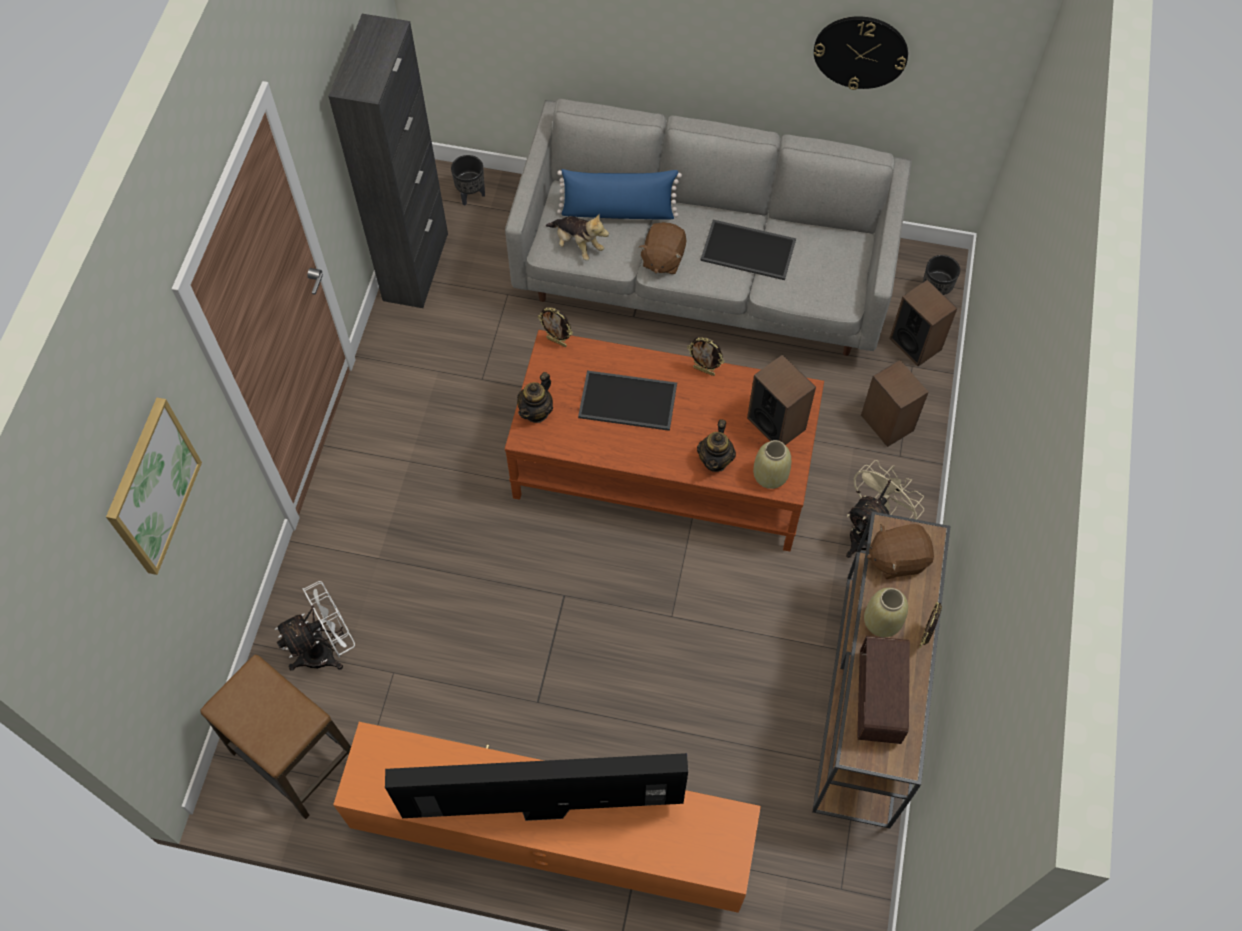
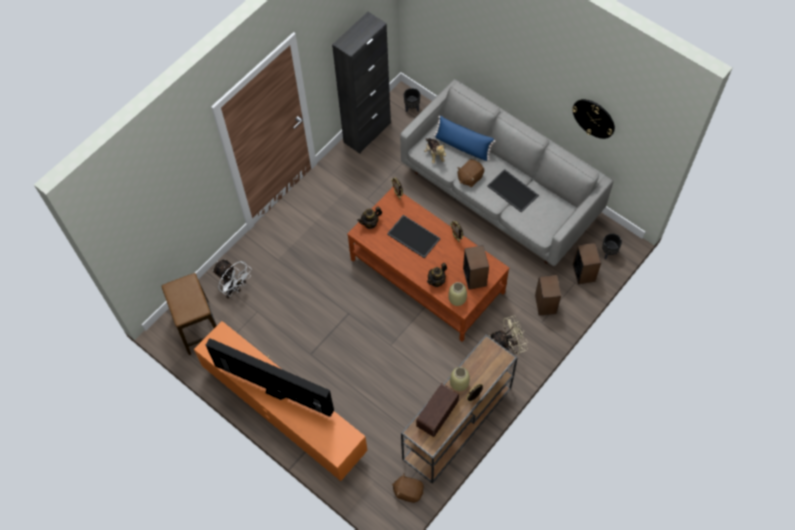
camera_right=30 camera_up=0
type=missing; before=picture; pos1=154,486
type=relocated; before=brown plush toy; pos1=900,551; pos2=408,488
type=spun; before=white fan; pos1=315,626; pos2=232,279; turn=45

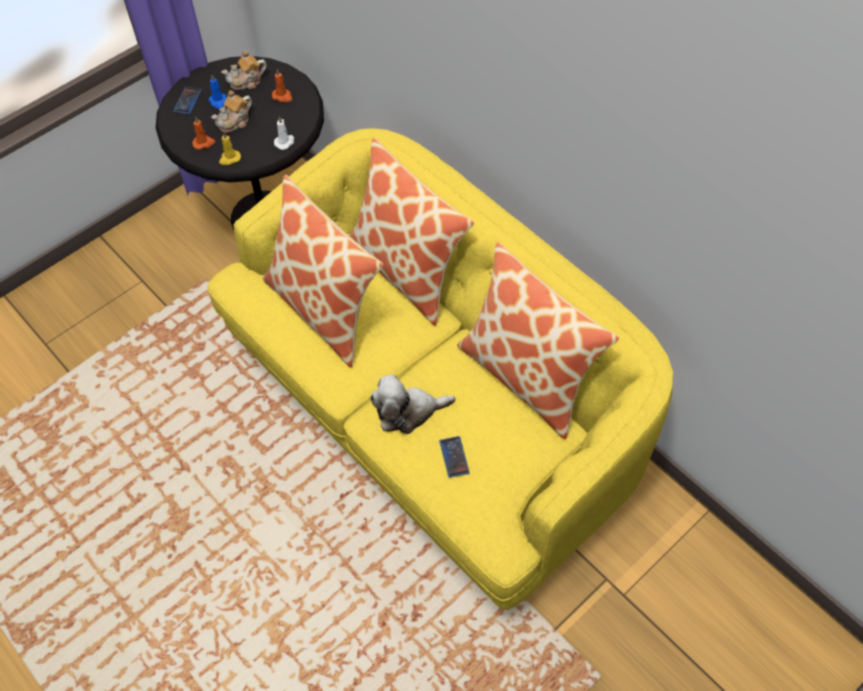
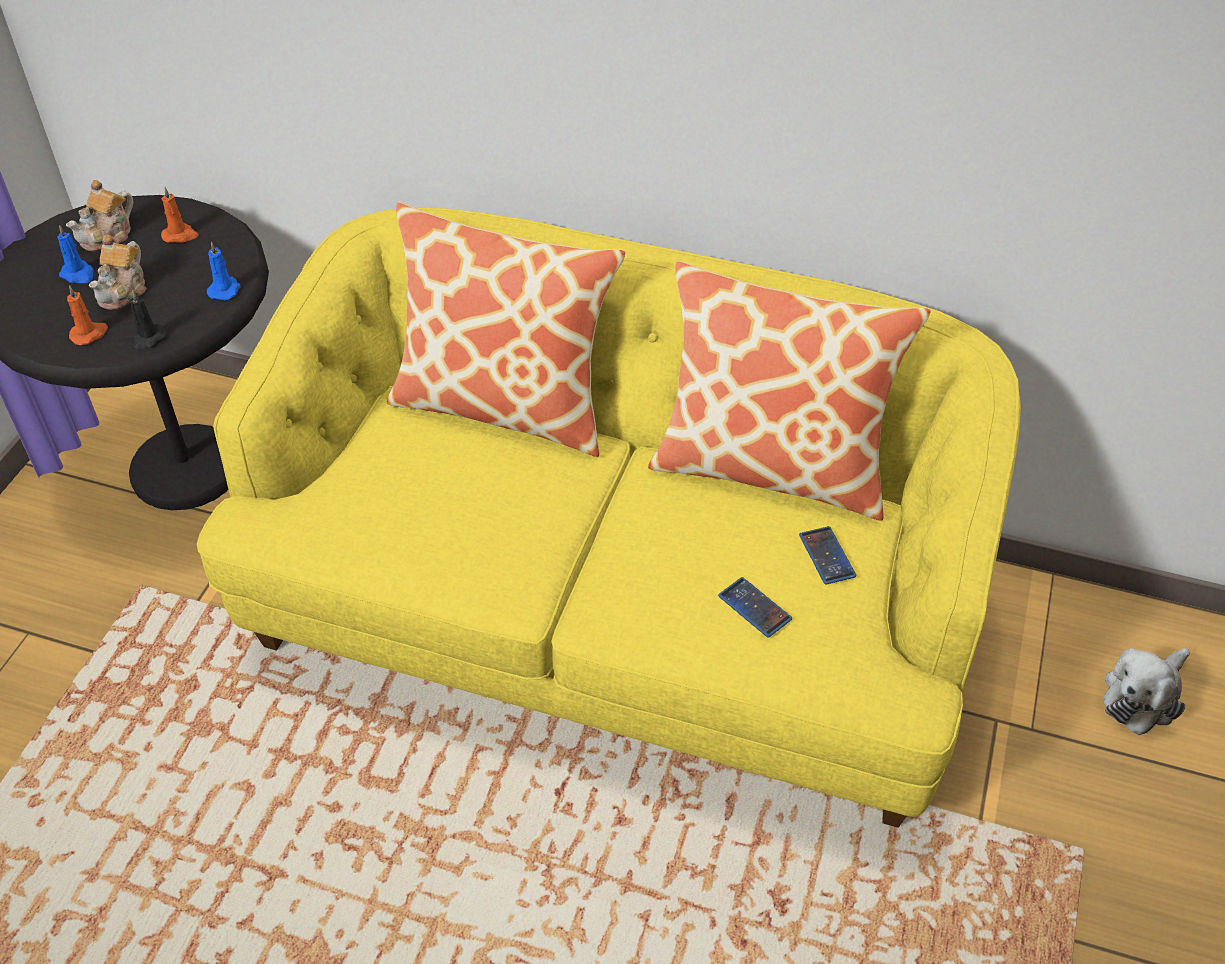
camera_right=-30 camera_up=-10
type=relocated; before=phone; pos1=187,100; pos2=827,555
type=colour; before=white candle; after=blue candle; pos1=284,133; pos2=224,270
type=colour; before=yellow candle; after=black candle; pos1=230,149; pos2=148,320
type=missing; before=pillow; pos1=323,271
type=relocated; before=plush toy; pos1=413,404; pos2=1146,691

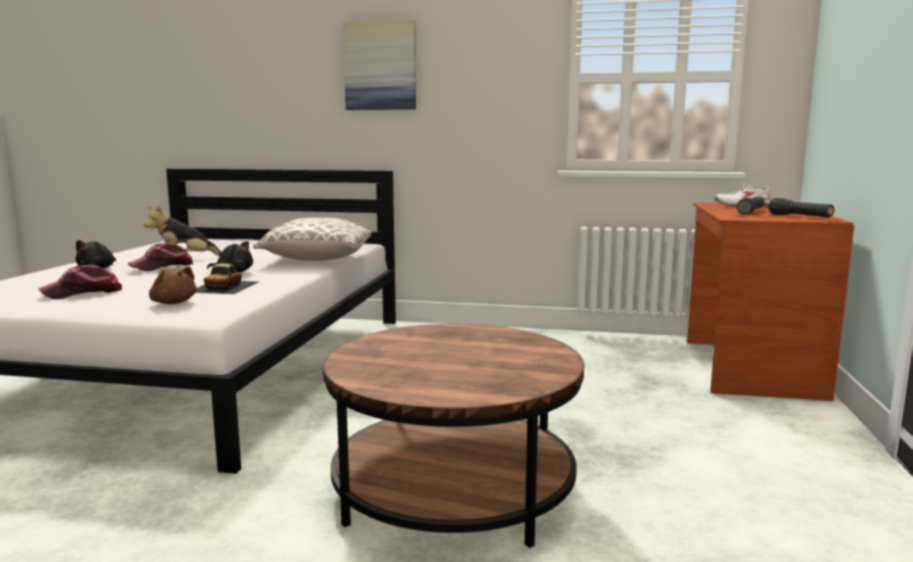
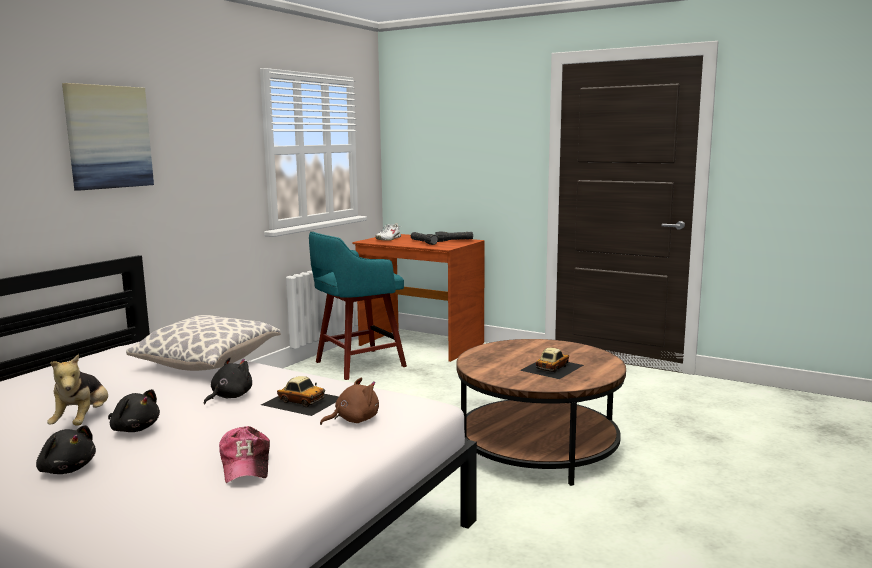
camera_right=-70 camera_up=0
type=exchanged; before=cap; after=black plush toy; pos1=161,256; pos2=134,410
type=appeared; after=turquoise stool; pos2=358,305
type=appeared; after=toy car; pos2=552,363

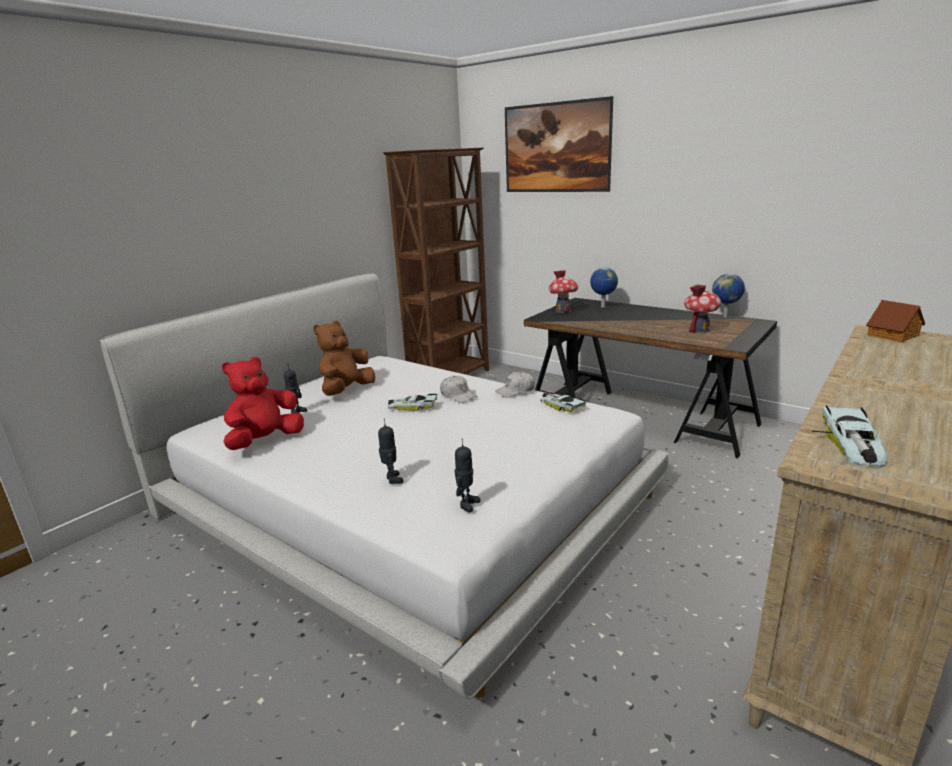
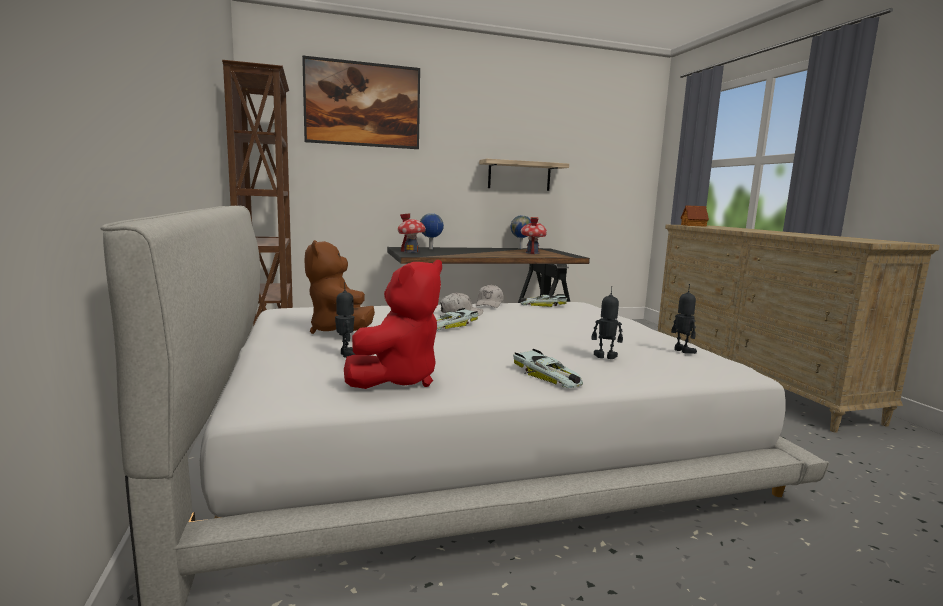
camera_right=-55 camera_up=-10
type=spun; before=red plush toy; pos1=263,403; pos2=393,324; turn=-135
type=relocated; before=toy car; pos1=850,436; pos2=548,368
type=appeared; after=shelf; pos2=524,175

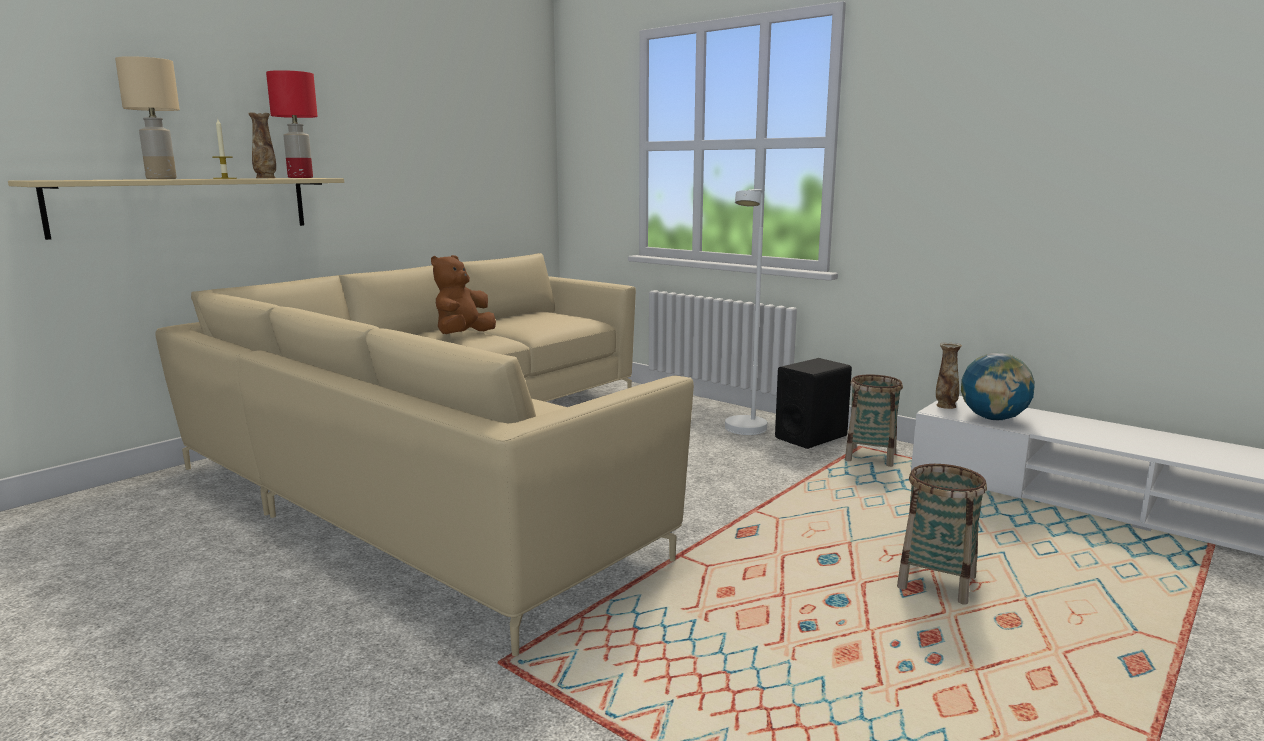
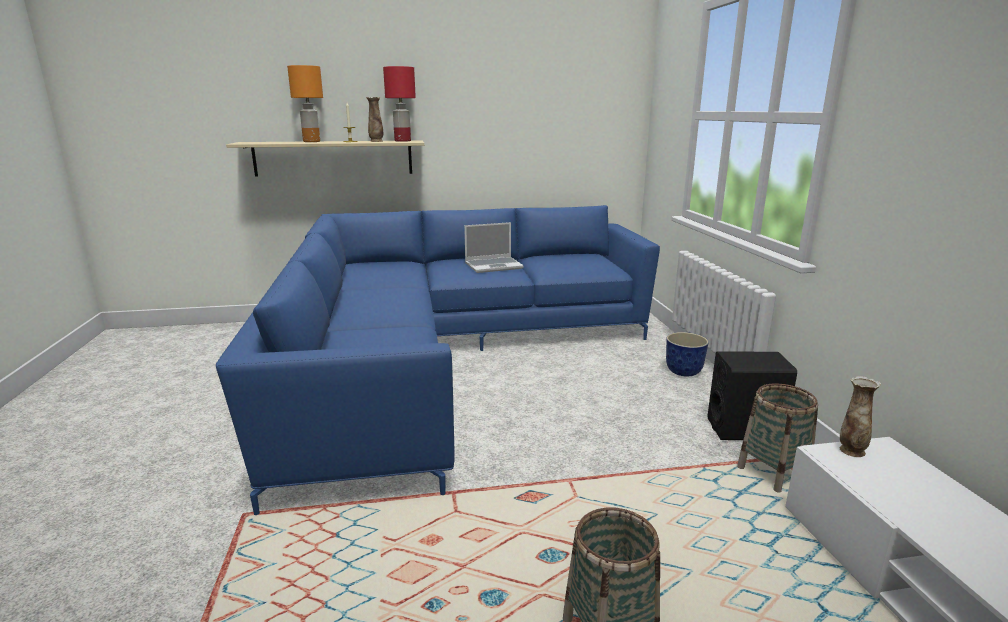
camera_right=40 camera_up=5
type=colour; before=beige table lamp; after=orange table lamp; pos1=147,117; pos2=305,103
type=missing; before=white floor lamp; pos1=746,312
type=colour; before=beige sofa; after=blue sofa; pos1=424,454; pos2=438,360
type=exchanged; before=brown plush toy; after=laptop; pos1=463,294; pos2=494,247
type=missing; before=globe; pos1=998,386
type=appeared; after=planter; pos2=687,354

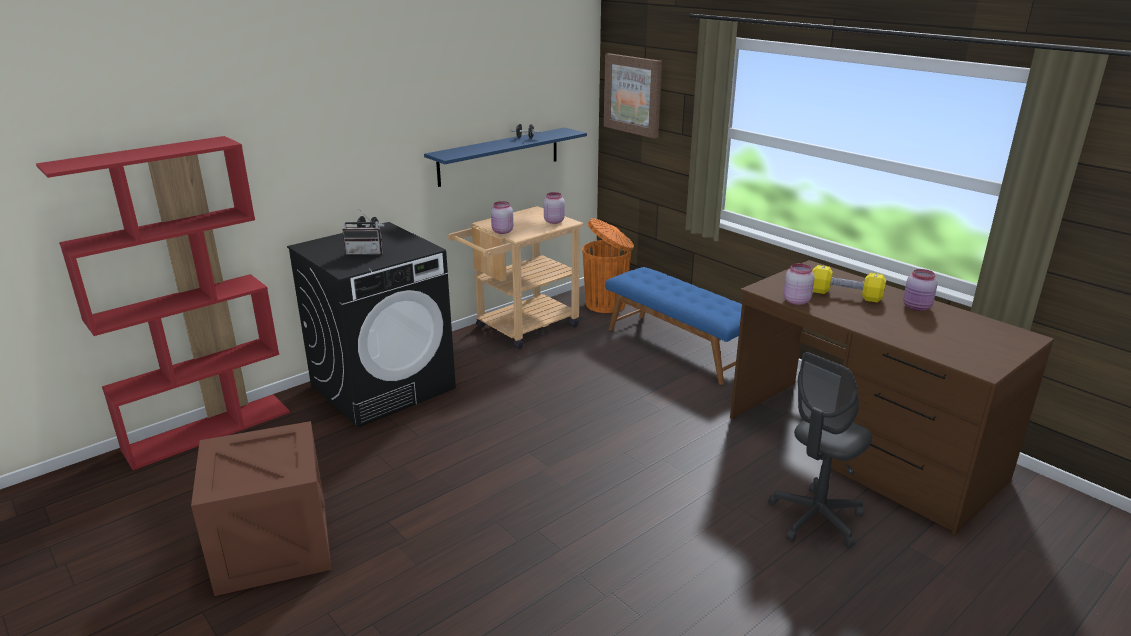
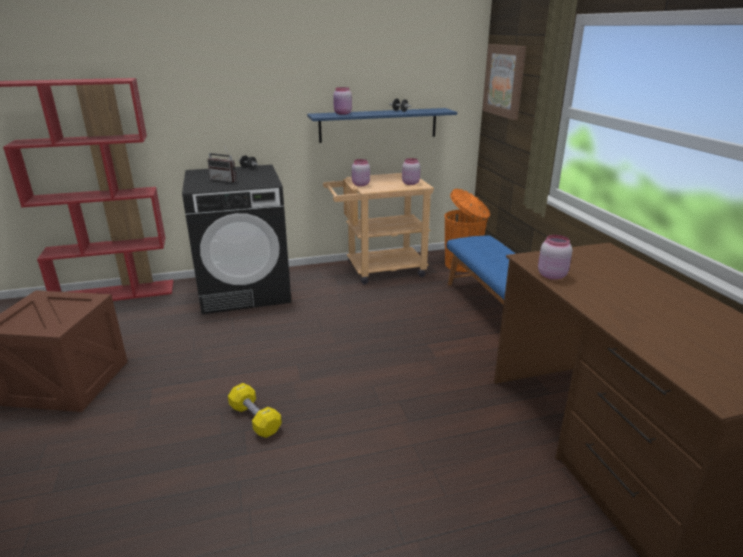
camera_right=25 camera_up=0
type=relocated; before=yellow dumbbell; pos1=849,284; pos2=255,410
type=relocated; before=pink jar; pos1=920,290; pos2=342,101
type=missing; before=grey office chair; pos1=820,450

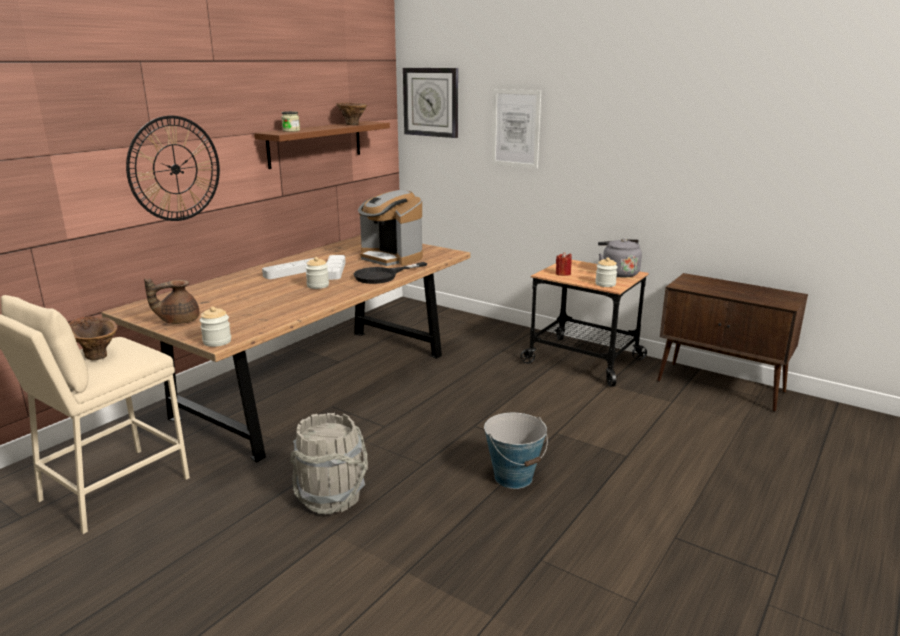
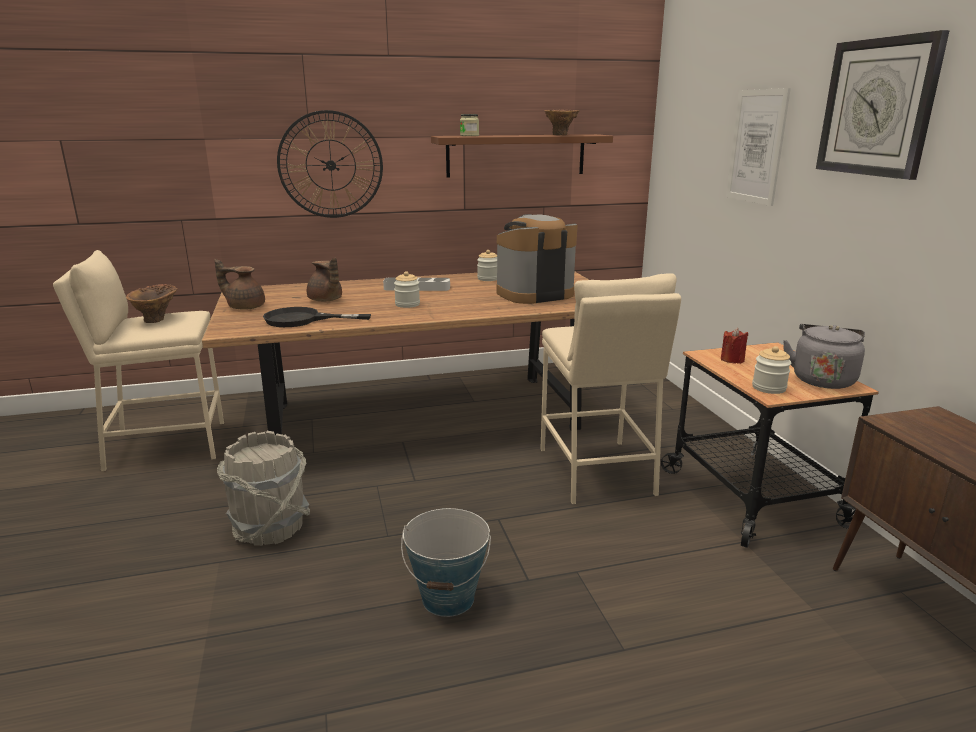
camera_right=40 camera_up=0
type=relocated; before=wall clock; pos1=430,103; pos2=883,105
type=spun; before=coffee machine; pos1=390,228; pos2=536,259; turn=75
type=missing; before=grey tray; pos1=336,267
type=relocated; before=black frying pan; pos1=390,273; pos2=317,317
type=relocated; before=jar; pos1=215,327; pos2=487,265
type=appeared; after=brown teapot; pos2=324,280
type=appeared; after=beige stool; pos2=610,388

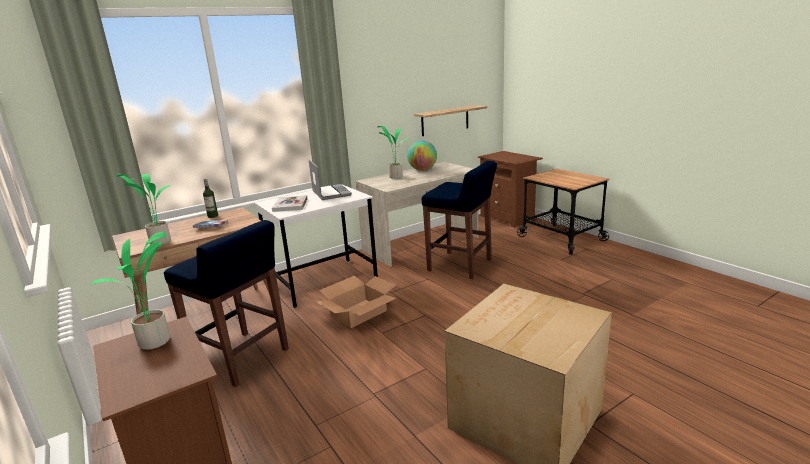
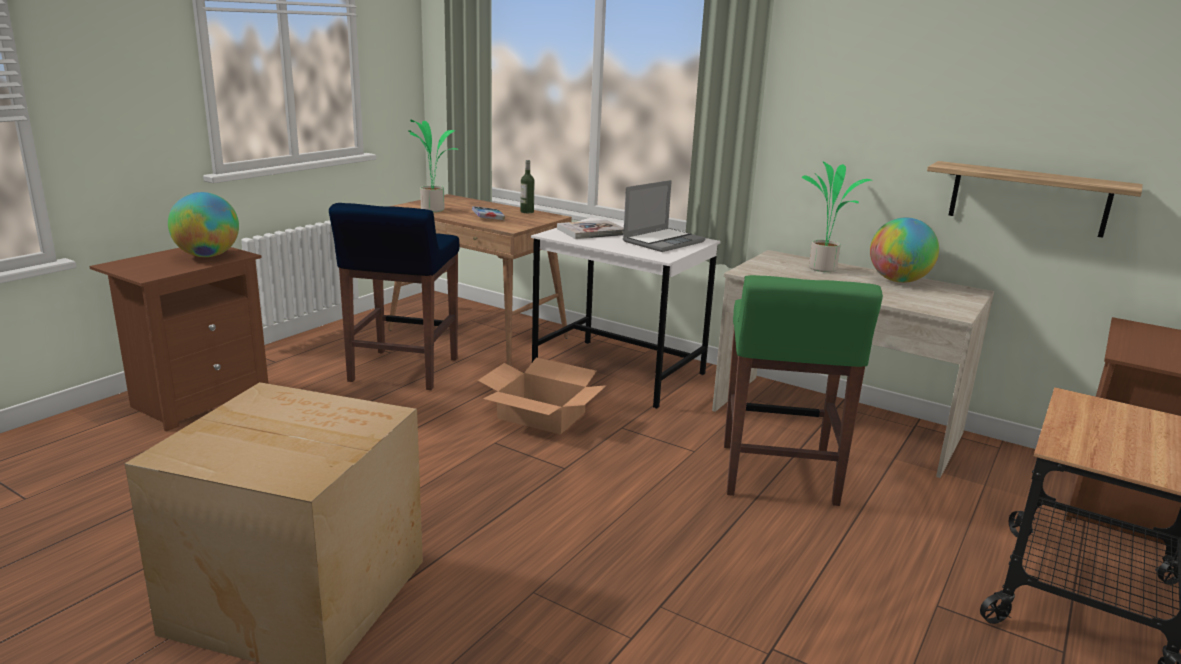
camera_right=65 camera_up=0
type=colour; before=blue stool; after=green stool; pos1=459,220; pos2=803,390
type=exchanged; before=potted plant; after=globe; pos1=130,291; pos2=203,224

